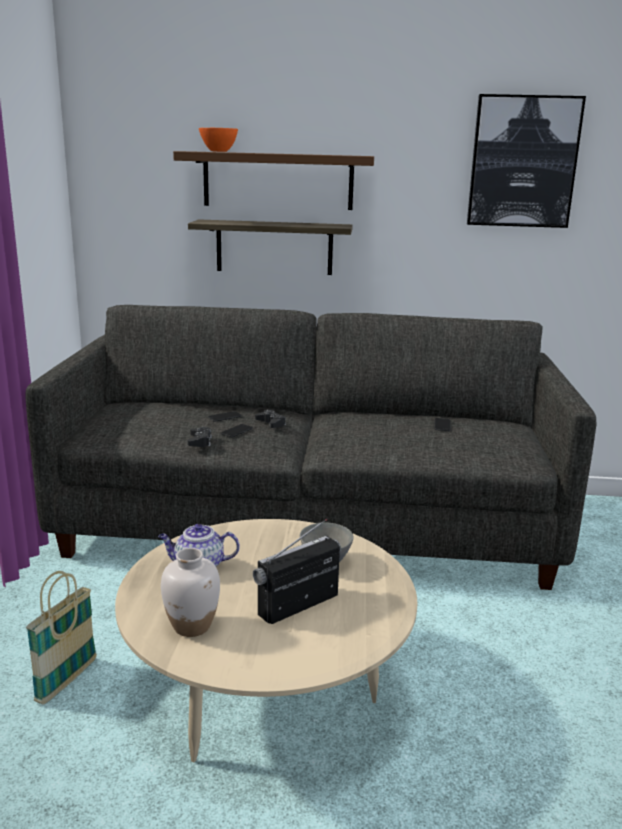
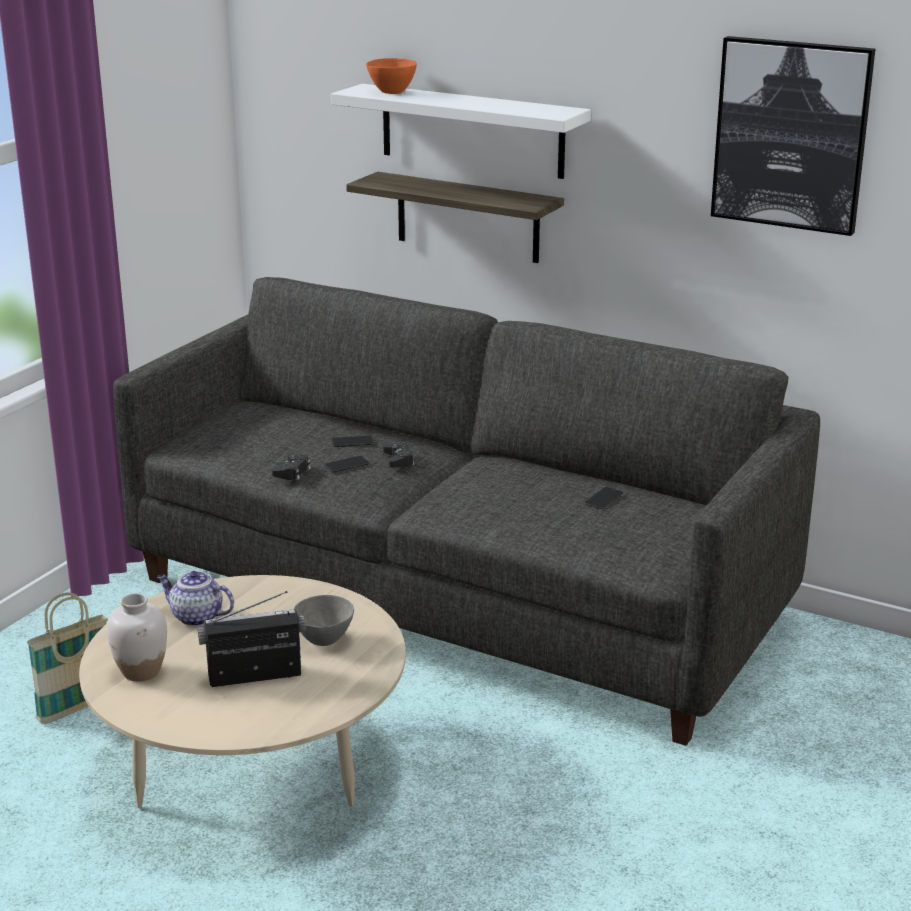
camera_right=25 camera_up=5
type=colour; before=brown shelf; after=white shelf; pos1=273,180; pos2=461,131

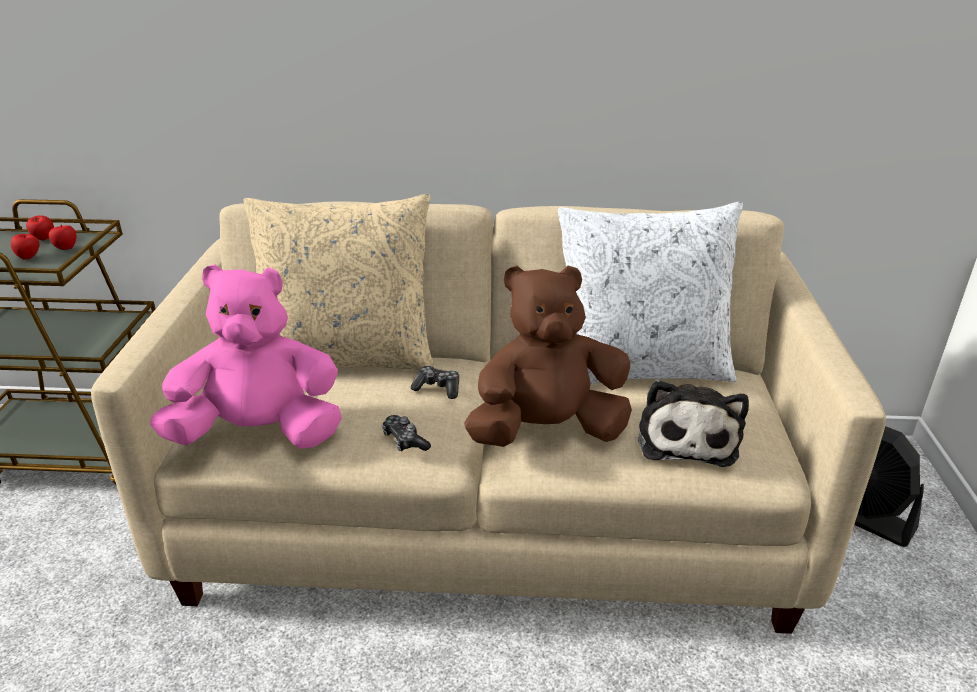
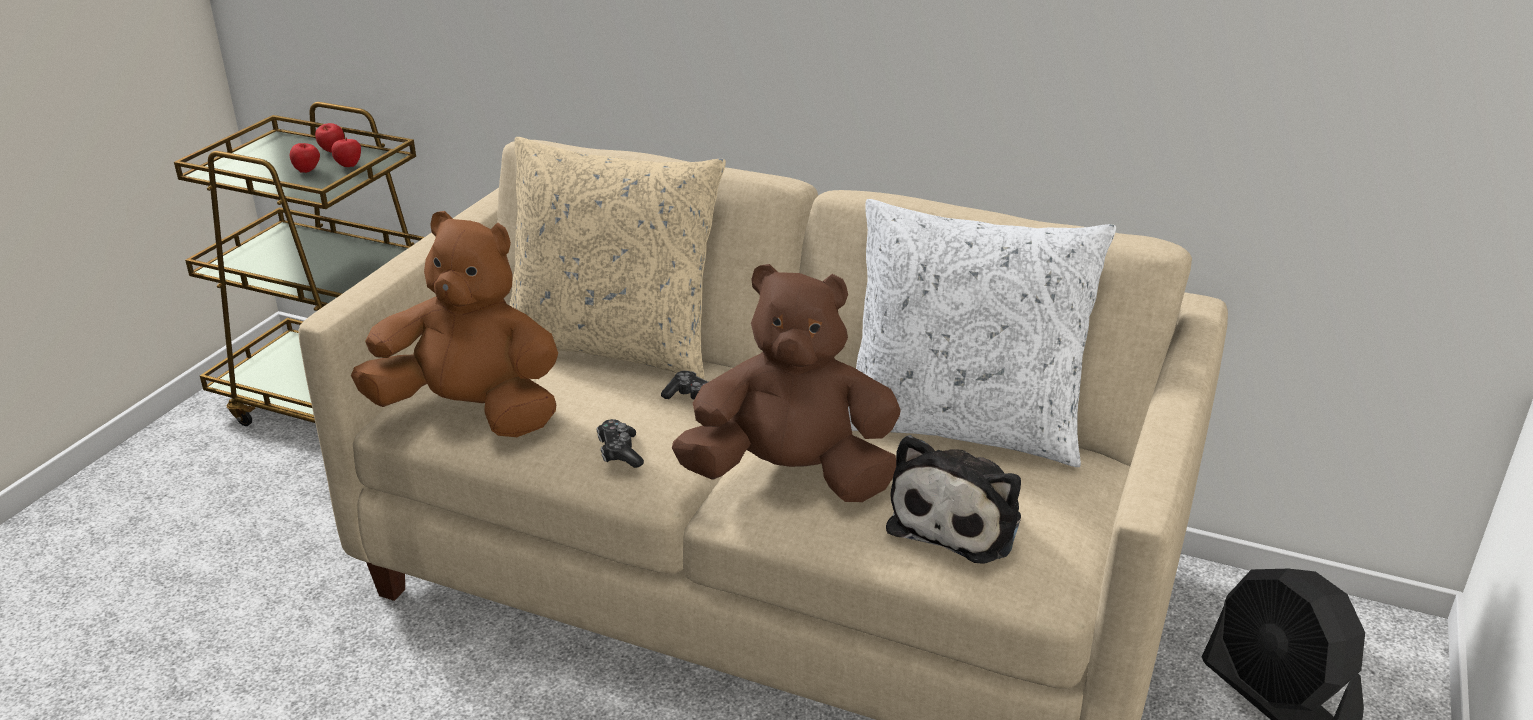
camera_right=20 camera_up=0
type=colour; before=pink plush toy; after=brown plush toy; pos1=246,356; pos2=454,324

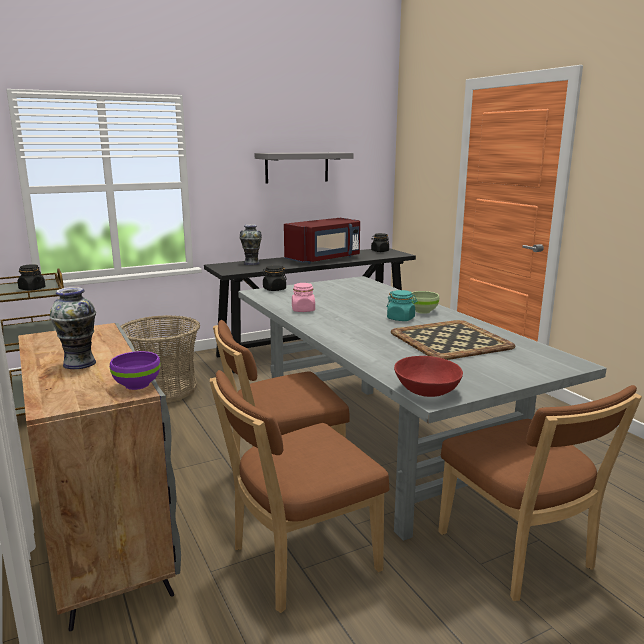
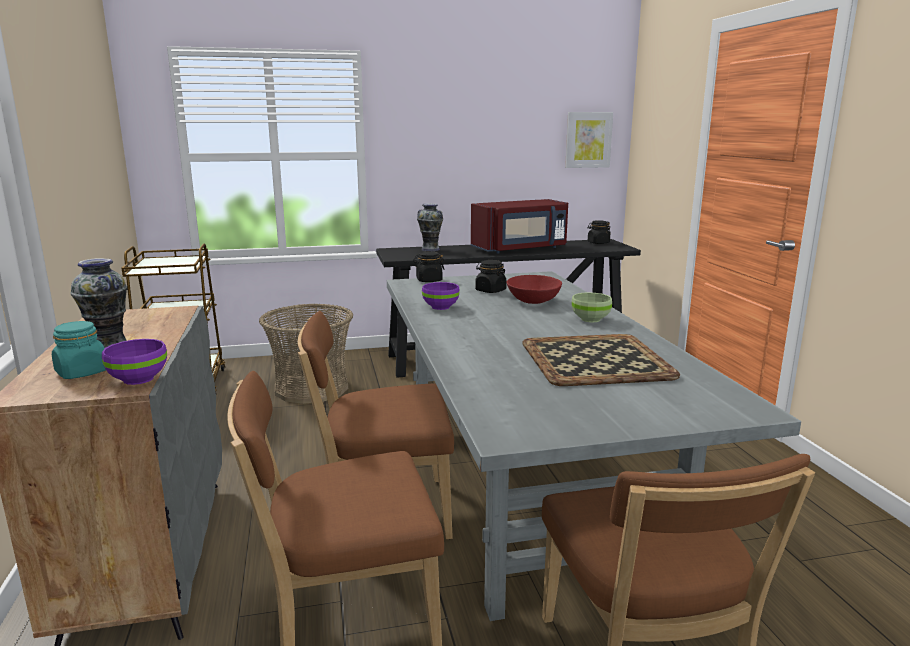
camera_right=15 camera_up=0
type=missing; before=grey shelf; pos1=304,167
type=relocated; before=black jar; pos1=32,277; pos2=491,276
type=exchanged; before=pink jar; after=purple bowl; pos1=303,297; pos2=441,296
type=relocated; before=turquoise jar; pos1=402,305; pos2=79,350
type=relocated; before=red bowl; pos1=428,376; pos2=534,289
type=appeared; after=picture; pos2=589,140

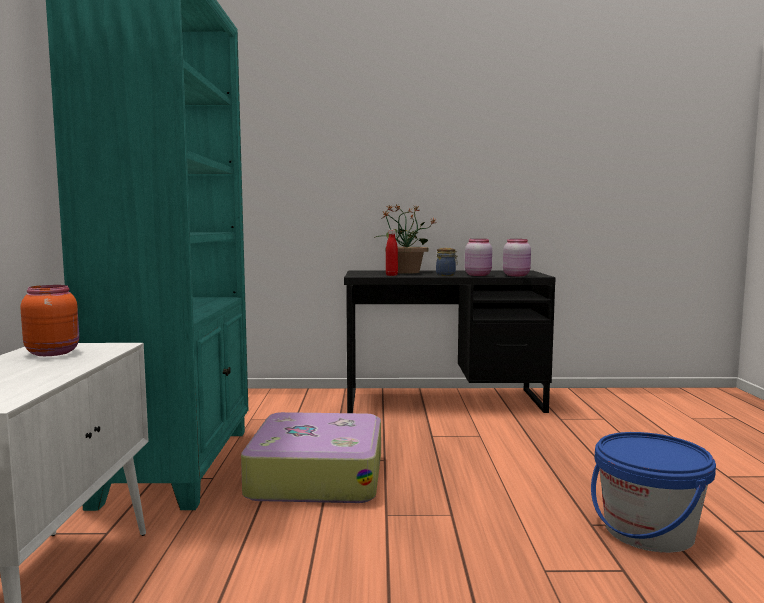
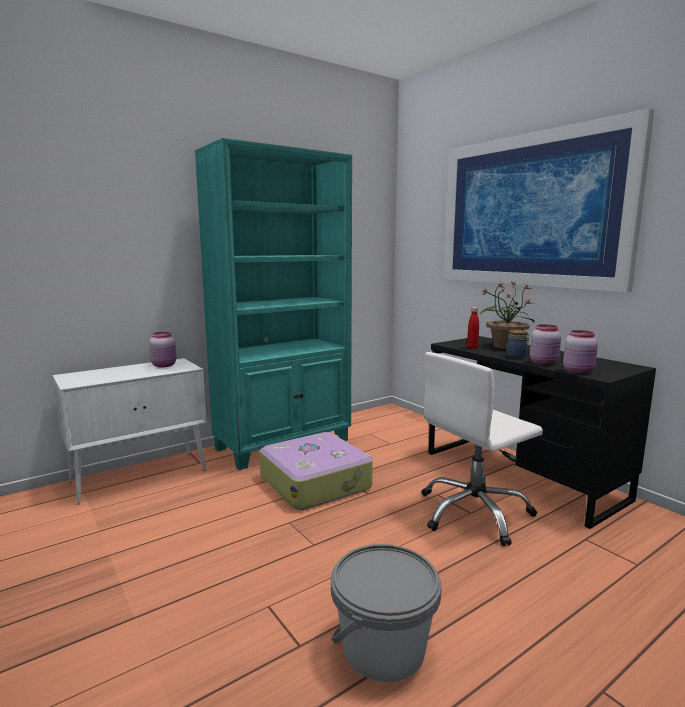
camera_right=55 camera_up=5
type=colour; before=orange jar; after=pink jar; pos1=49,320; pos2=162,350
type=colour; before=blue bucket; after=grey bucket; pos1=653,492; pos2=386,613
type=appeared; after=picture; pos2=549,200
type=appeared; after=white office chair; pos2=482,449

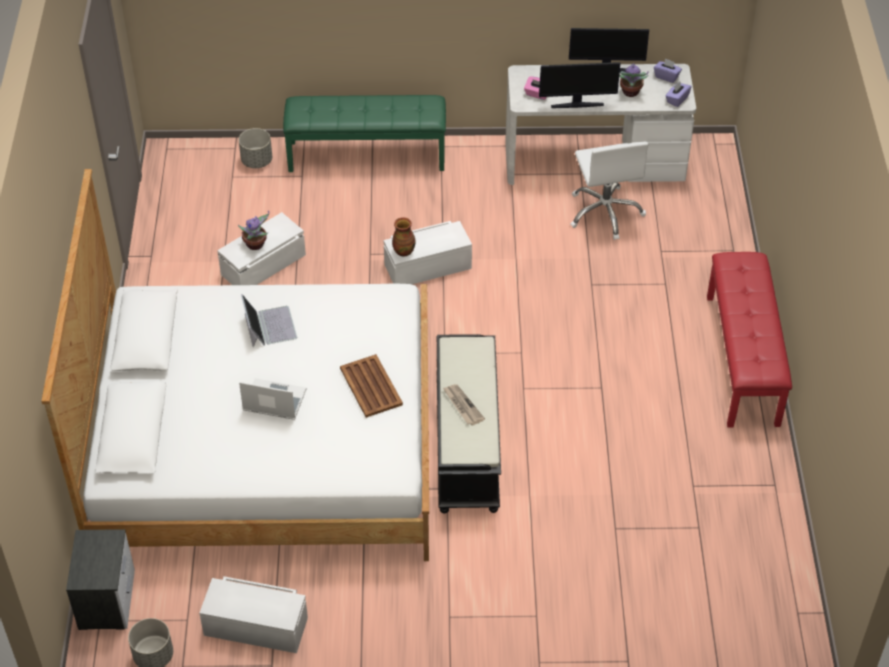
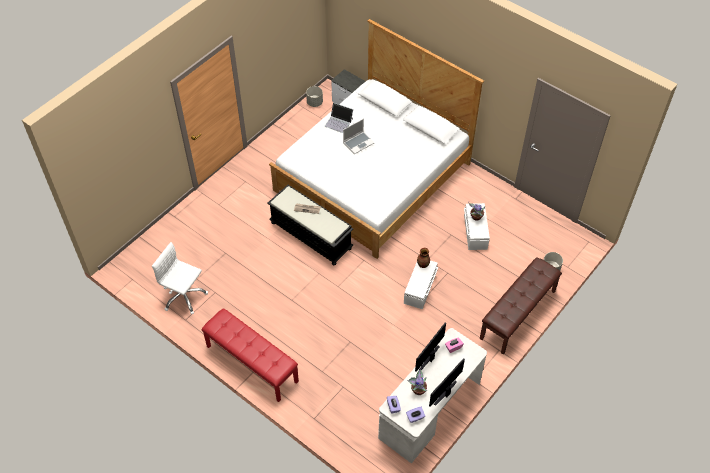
camera_right=130 camera_up=5
type=colour; before=green bench; after=brown bench; pos1=364,133; pos2=521,305
type=relocated; before=white office chair; pos1=609,191; pos2=180,278
type=relocated; before=laptop; pos1=269,320; pos2=339,118
type=missing; before=brown tray; pos1=371,386
type=missing; before=white storage box; pos1=253,614

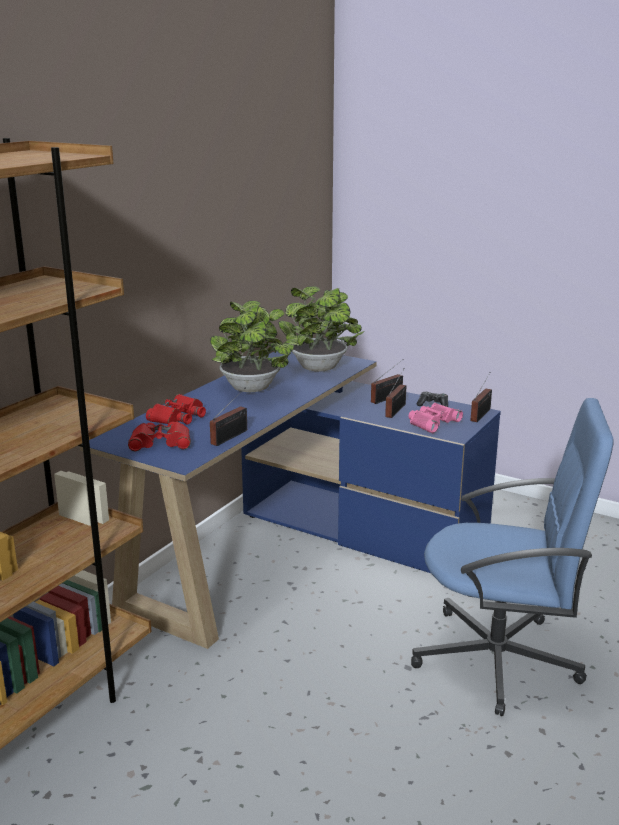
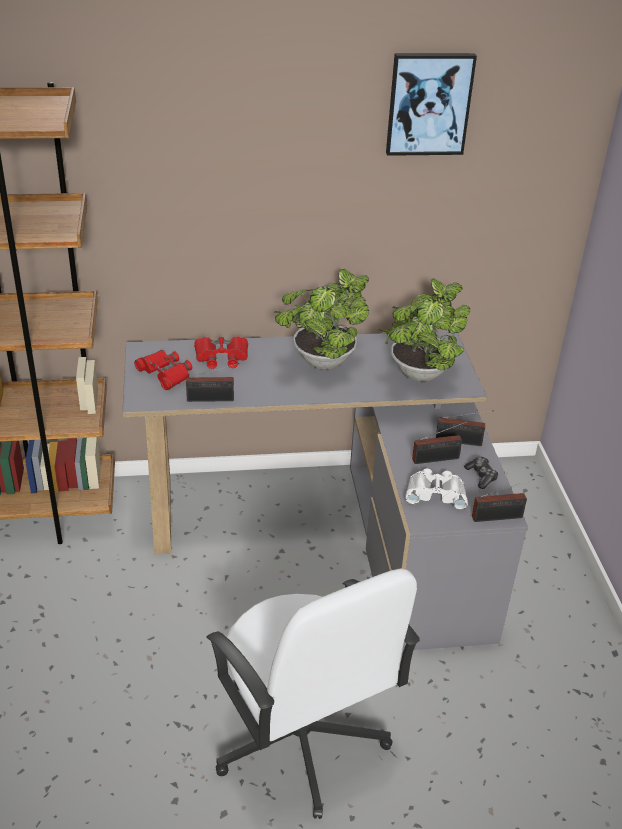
camera_right=50 camera_up=15
type=colour; before=blue desk; after=grey desk; pos1=290,500; pos2=325,491
type=colour; before=blue office chair; after=white office chair; pos1=512,557; pos2=313,693
type=colour; before=pink binoculars; after=white binoculars; pos1=436,418; pos2=436,489
type=appeared; after=picture; pos2=431,104

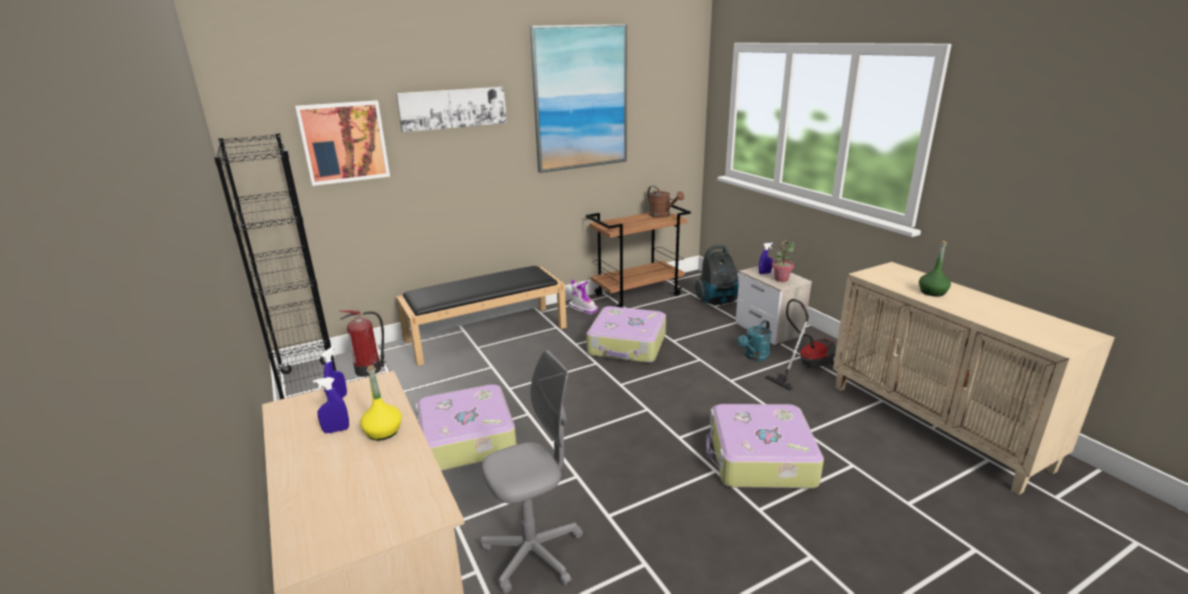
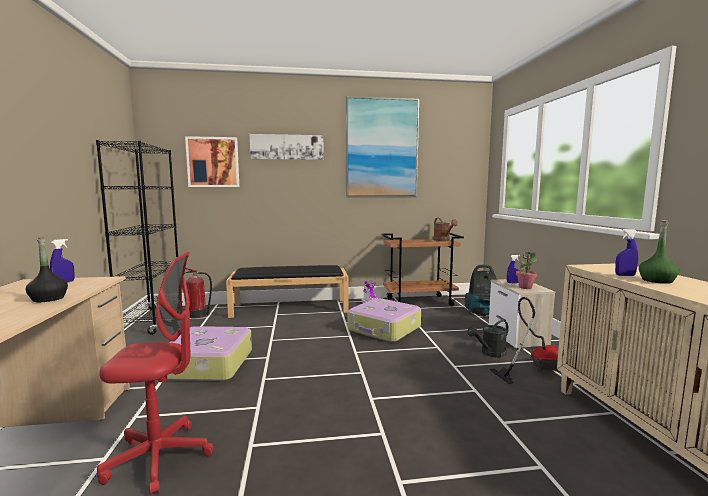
camera_right=20 camera_up=-15
type=colour; before=turquoise watering can; after=black watering can; pos1=754,340; pos2=488,339
type=colour; before=grey office chair; after=red office chair; pos1=532,471; pos2=155,373
type=colour; before=yellow bottle; after=black bottle; pos1=381,403; pos2=46,269
type=relocated; before=blue spray bottle; pos1=331,405; pos2=626,252
type=missing; before=suitcase; pos1=765,446

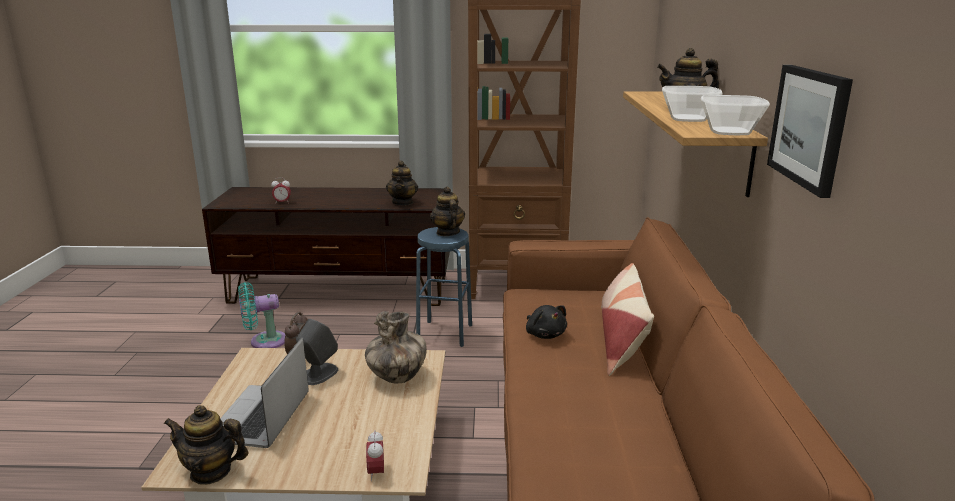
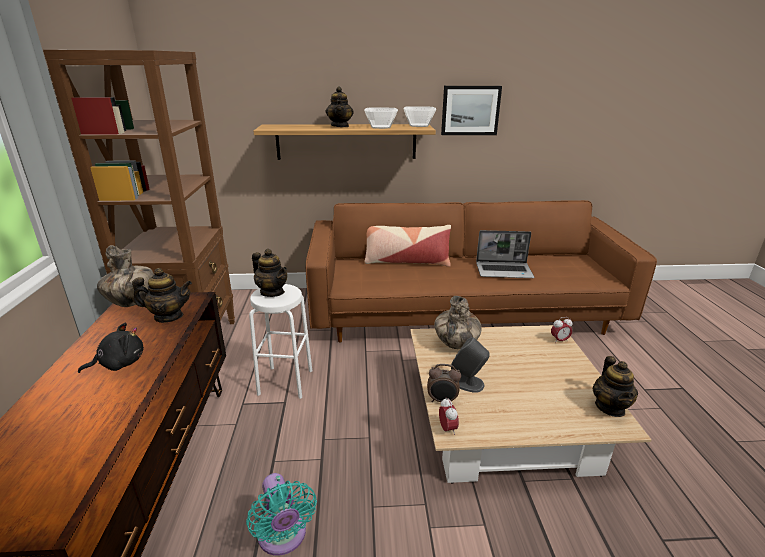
camera_right=-95 camera_up=5
type=relocated; before=alarm clock; pos1=281,191; pos2=449,416
type=spun; before=teapot; pos1=447,211; pos2=269,273; turn=-120
type=colour; before=blue stool; after=white stool; pos1=444,287; pos2=280,341
type=relocated; before=black plush toy; pos1=546,322; pos2=111,347
type=relocated; before=laptop; pos1=264,393; pos2=505,254
type=appeared; after=vase; pos2=125,276

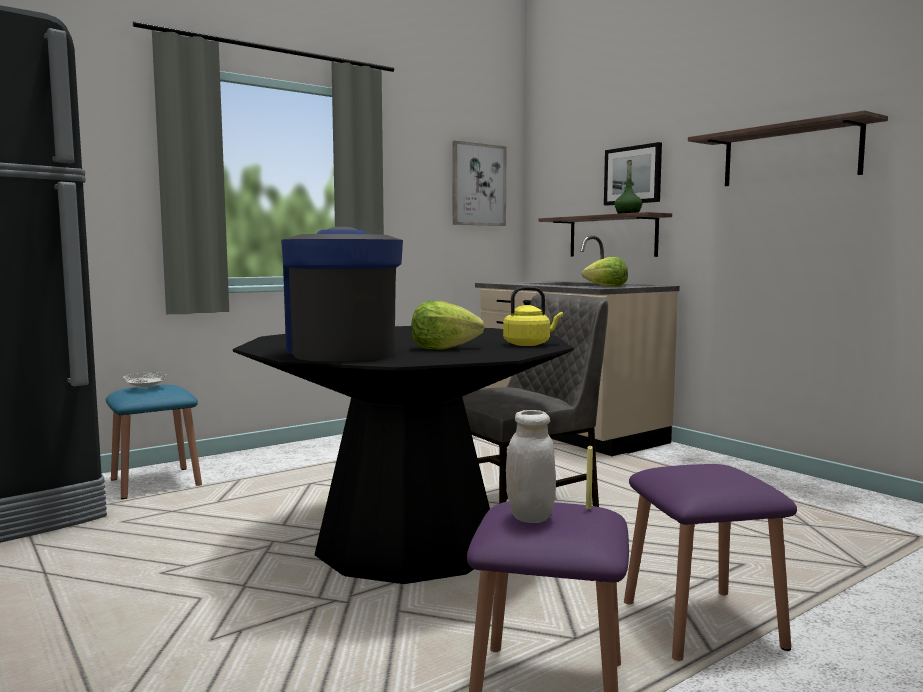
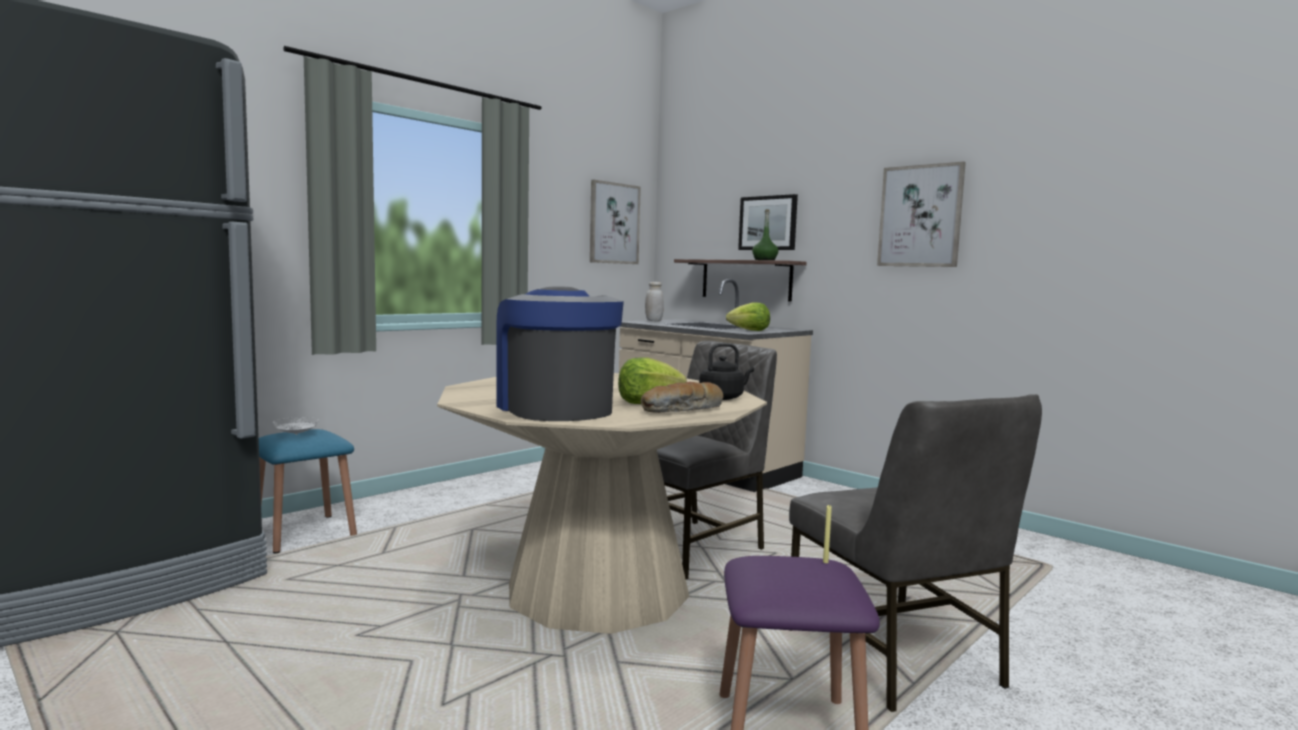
camera_right=-10 camera_up=0
type=exchanged; before=shelf; after=picture; pos1=788,148; pos2=921,214
type=colour; before=yellow kettle; after=black kettle; pos1=533,316; pos2=726,371
type=colour; before=black dining table; after=beige dining table; pos1=403,455; pos2=602,503
type=relocated; before=white jar; pos1=531,466; pos2=654,301
type=exchanged; before=purple stool; after=grey chair; pos1=710,562; pos2=915,553
type=appeared; after=bread; pos2=682,397

